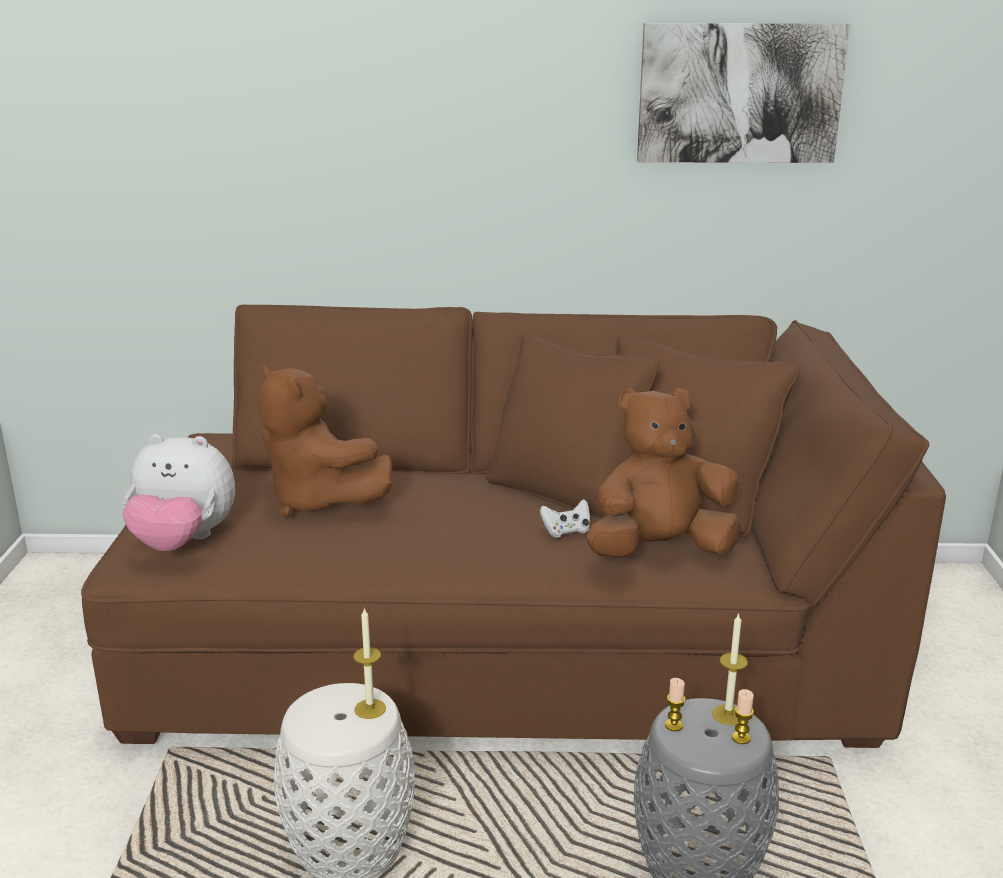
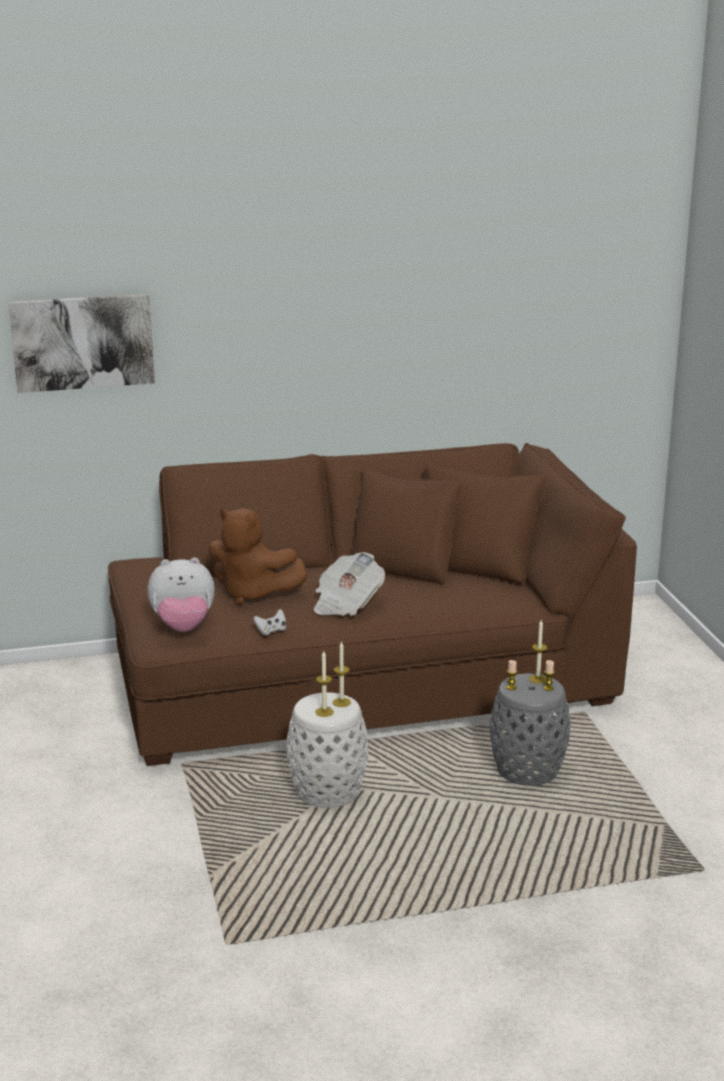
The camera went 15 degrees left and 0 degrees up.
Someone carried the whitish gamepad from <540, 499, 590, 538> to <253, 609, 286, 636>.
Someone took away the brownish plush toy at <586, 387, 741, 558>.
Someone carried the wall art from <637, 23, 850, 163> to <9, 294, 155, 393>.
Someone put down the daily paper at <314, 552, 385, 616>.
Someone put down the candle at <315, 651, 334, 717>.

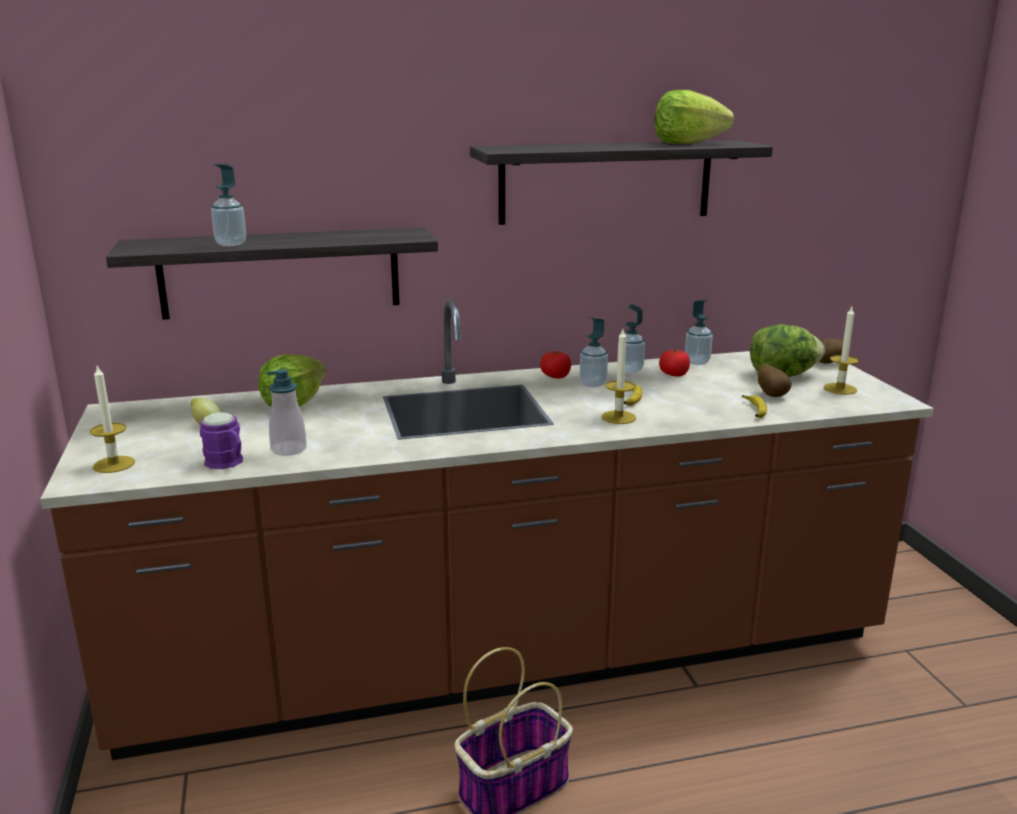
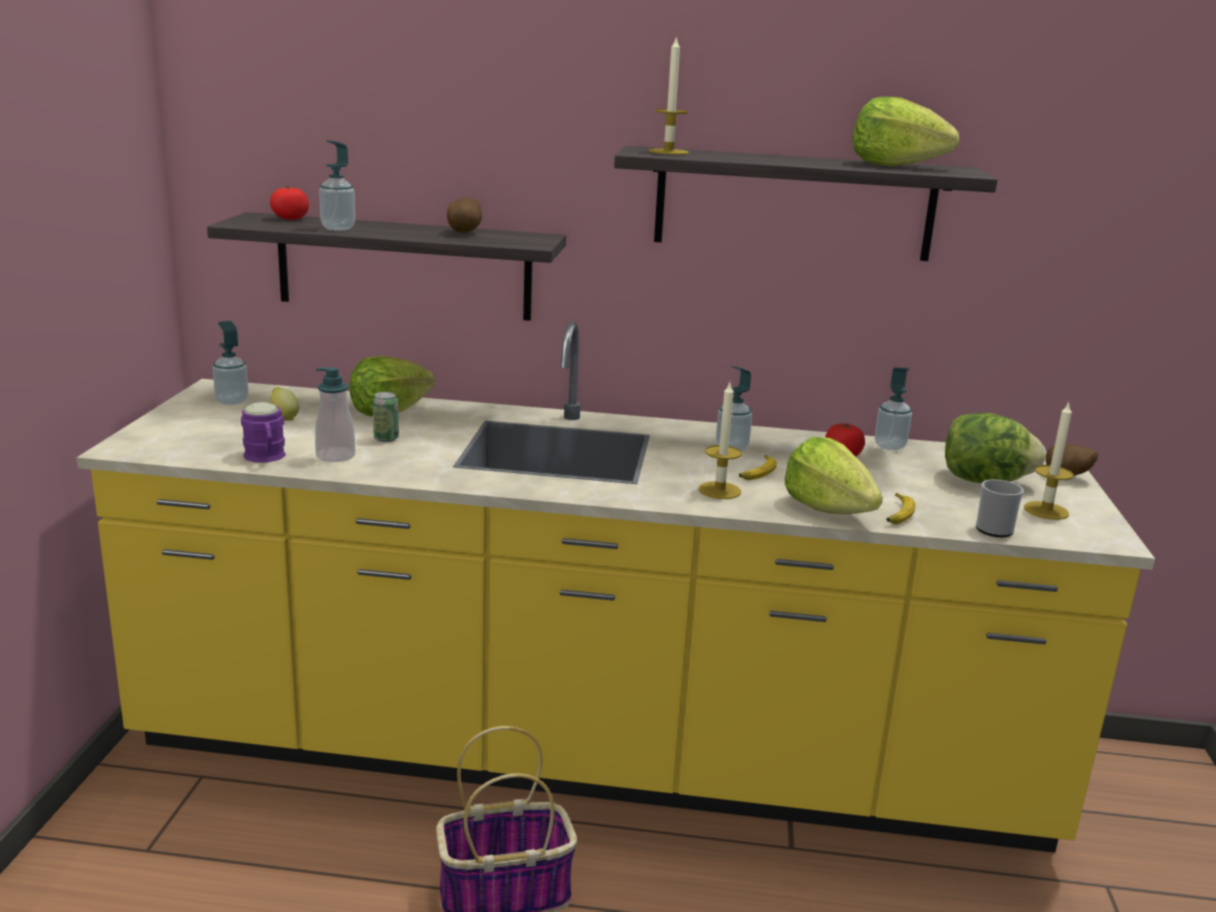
The camera went 20 degrees right and 0 degrees up.
Someone repainted the brownish kitchen base unit at <40, 300, 934, 760>, which became the yellow kitchen base unit at <76, 322, 1155, 853>.
Someone carried the candle from <90, 365, 135, 473> to <649, 35, 689, 155>.
Someone carried the tomato from <540, 351, 571, 378> to <270, 186, 309, 220>.
Someone carried the soap bottle from <617, 304, 645, 373> to <213, 321, 249, 405>.
Someone carried the potato from <757, 365, 791, 397> to <447, 198, 482, 233>.
Someone put down the metal can at <373, 392, 399, 442>.
Someone put down the lettuce head at <785, 437, 883, 514>.
Someone put down the coffee mug at <976, 479, 1024, 537>.

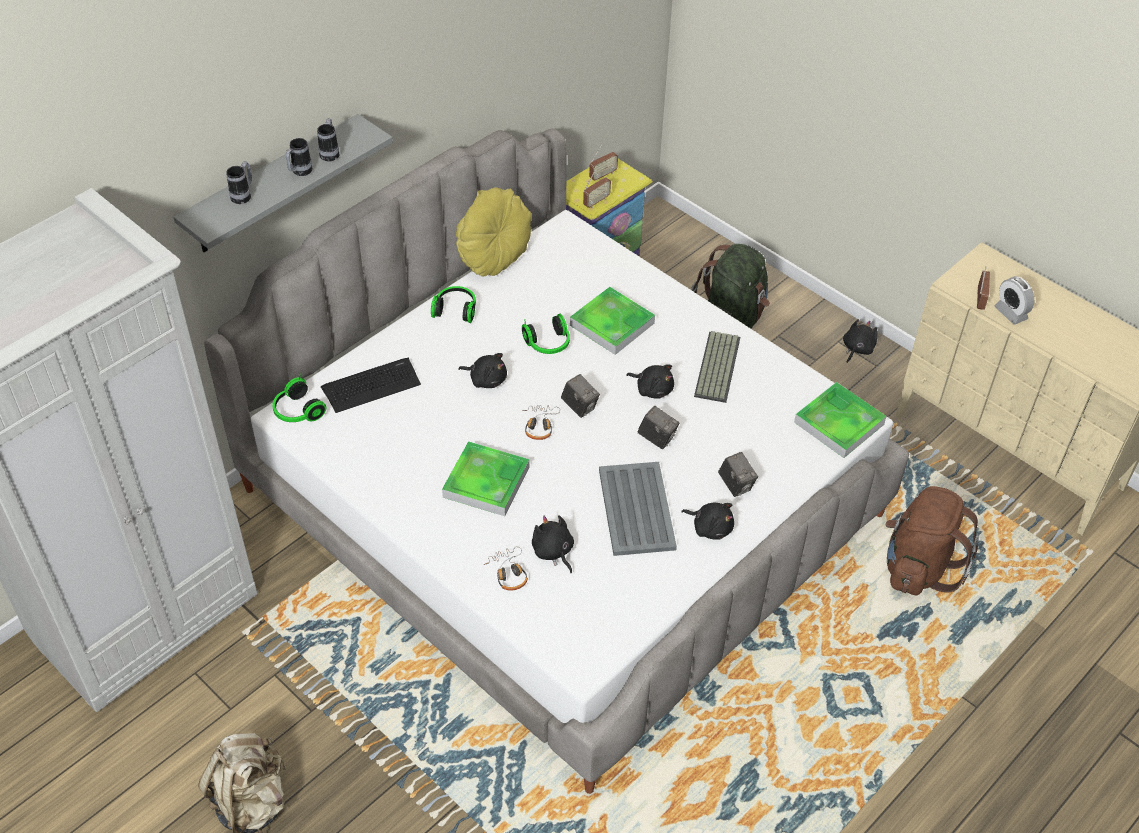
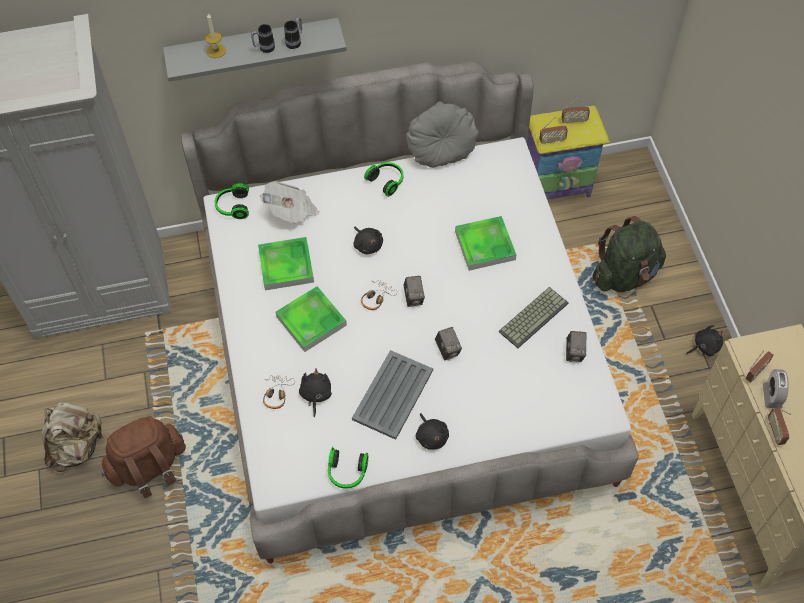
The camera went 35 degrees right and 10 degrees up.
Someone swapped the coffee mug at <226, 161, 252, 204> for the candle at <205, 13, 226, 58>.
Someone swapped the PC keyboard at <321, 358, 421, 413> for the daily paper at <260, 181, 319, 224>.
Someone repainted the yellow pillow at <456, 187, 531, 276>, which became the greyish pillow at <406, 101, 479, 168>.
Someone carried the headset from <522, 314, 570, 354> to <328, 447, 368, 489>.
Someone took away the black-coloured plush toy at <626, 364, 674, 399>.
Someone carried the still camera from <718, 452, 758, 497> to <566, 331, 587, 362>.
Someone carried the carrying tray from <794, 382, 886, 458> to <258, 237, 314, 290>.
Someone carried the brownish rucksack from <886, 486, 979, 595> to <102, 416, 186, 498>.
Someone put down the radio at <768, 408, 791, 445>.

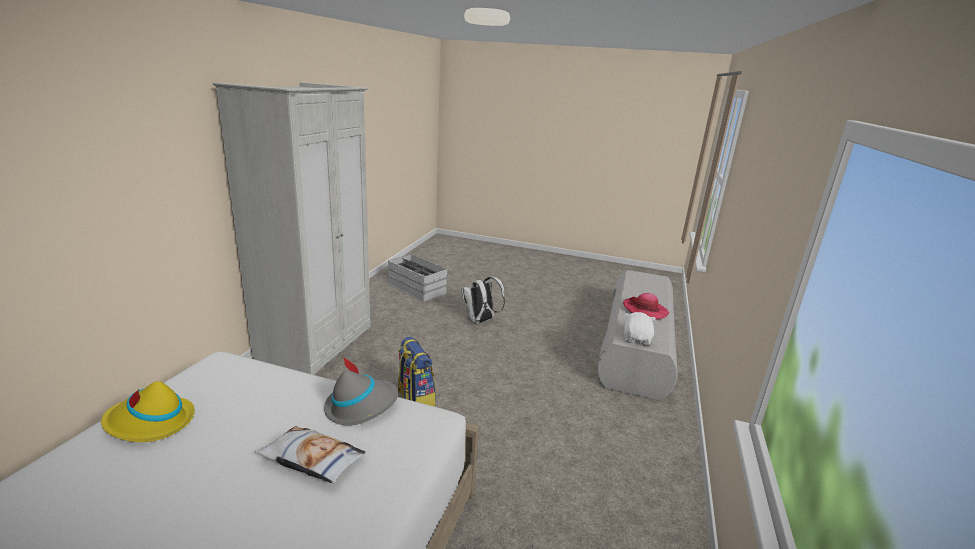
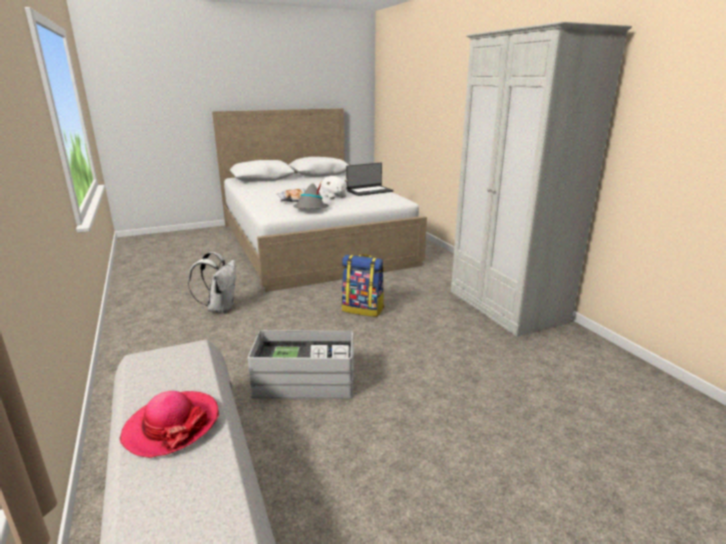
The camera went 140 degrees right and 0 degrees up.
Someone swapped the yellow wearable hat at <101, 381, 195, 442> for the portable computer at <346, 163, 394, 196>.
Someone carried the greyish storage bin from <388, 254, 447, 302> to <248, 330, 354, 399>.
Someone carried the whitish rucksack from <462, 276, 505, 324> to <188, 252, 236, 313>.
Someone carried the whitish plush toy from <624, 312, 656, 346> to <322, 176, 348, 199>.

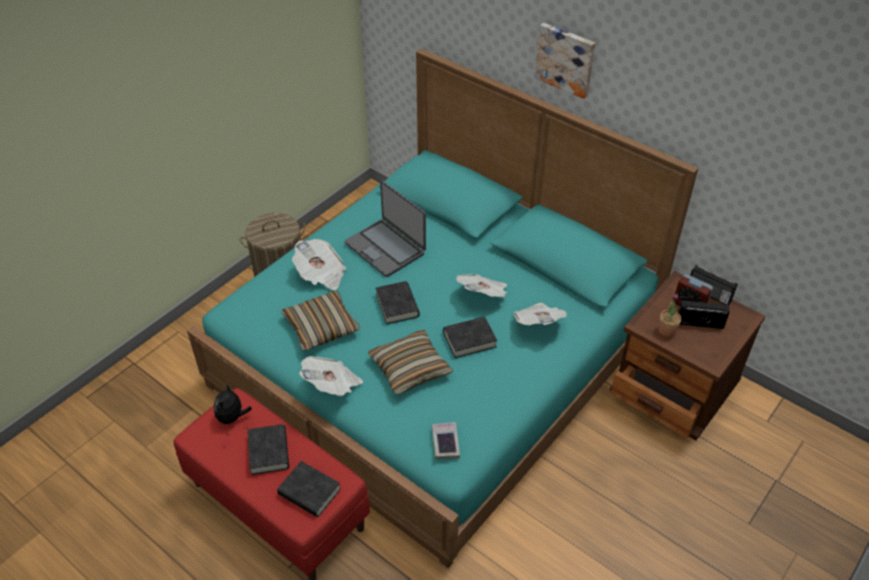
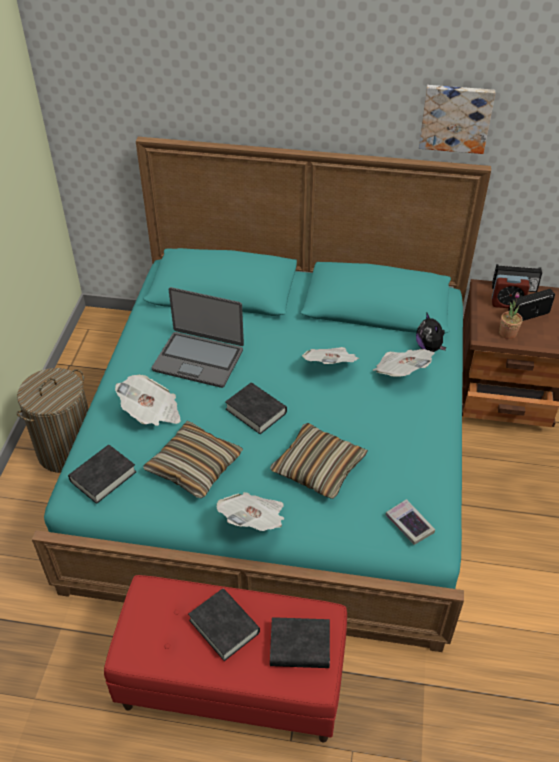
The camera went 30 degrees left and 0 degrees up.
Someone carried the plush toy from <214, 385, 252, 427> to <416, 313, 446, 352>.
Someone carried the black-coloured bound book from <443, 317, 497, 358> to <68, 445, 136, 504>.
Someone carried the wall art from <535, 23, 595, 99> to <419, 85, 495, 154>.

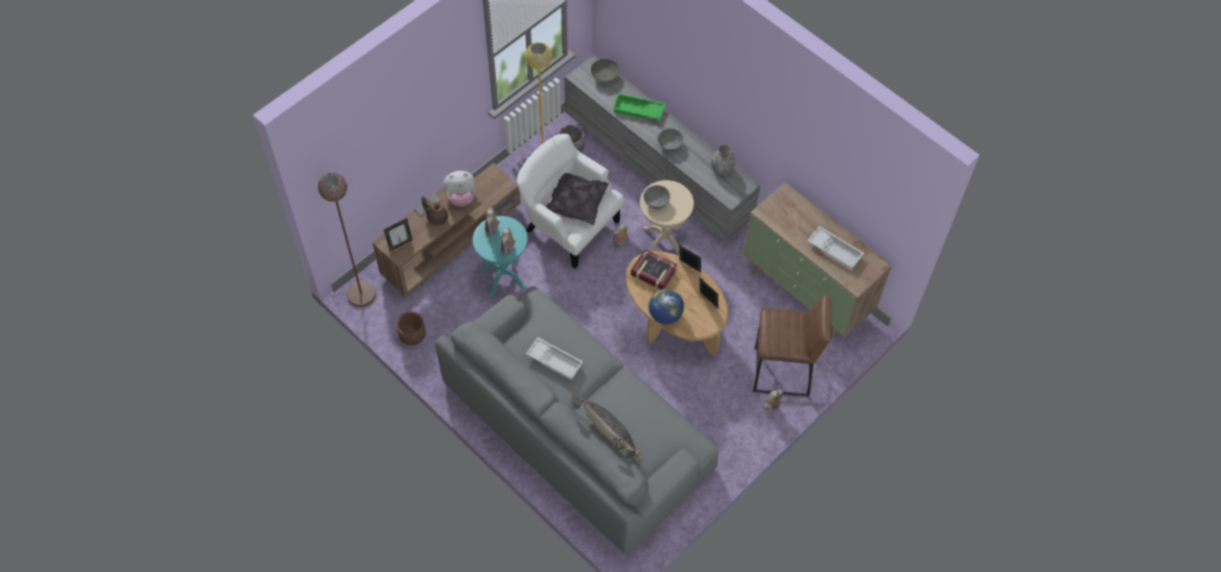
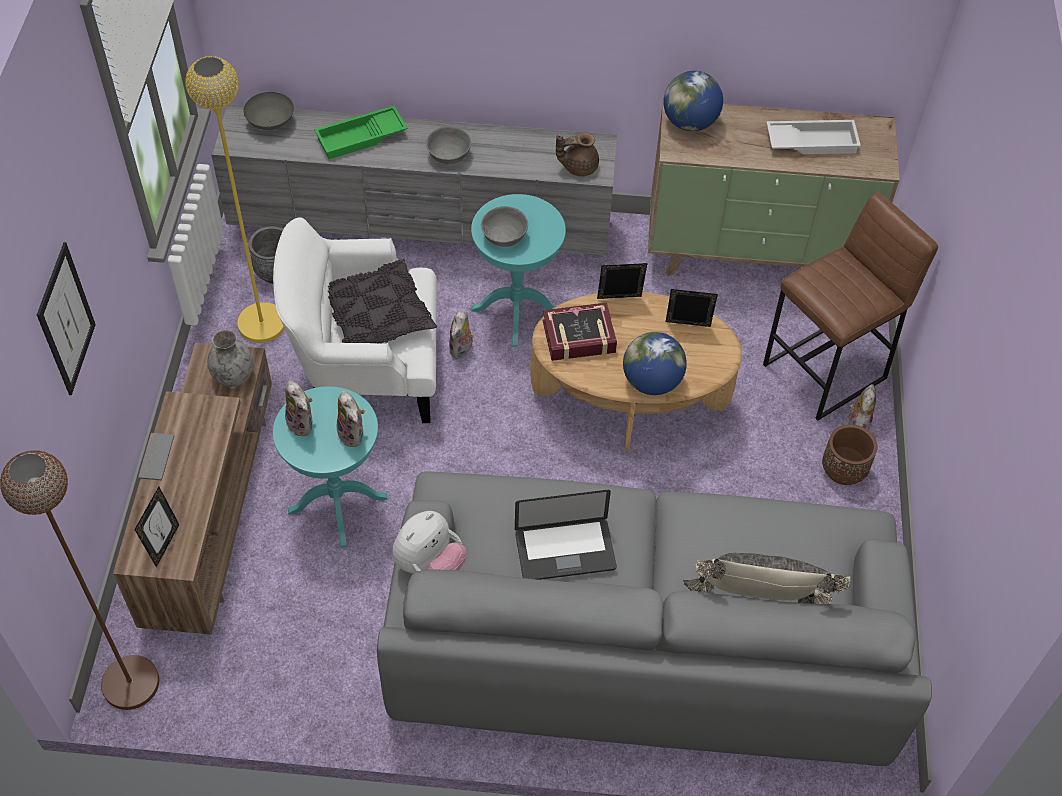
The camera went 40 degrees left and 5 degrees down.
Someone carried the brownish flower pot from <397, 312, 426, 345> to <822, 424, 877, 485>.
Someone carried the brownish pot for tea from <421, 196, 448, 226> to <556, 132, 599, 176>.
Someone carried the plush toy from <443, 171, 475, 207> to <392, 511, 467, 574>.
Someone swapped the whitish carrying tray at <526, 337, 583, 381> for the portable computer at <515, 490, 617, 580>.
Someone repainted the beige-coloured end table at <640, 180, 694, 255>, which became the blue-green end table at <471, 194, 566, 347>.
Someone carried the greyish decorative vase from <711, 144, 735, 175> to <207, 330, 253, 387>.
Someone put up the wall art at <37, 242, 96, 395>.
Someone put down the world globe at <663, 71, 723, 131>.

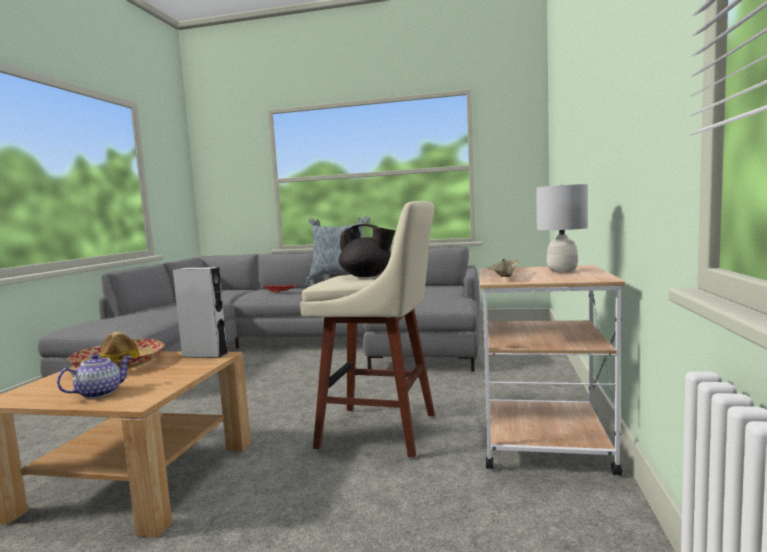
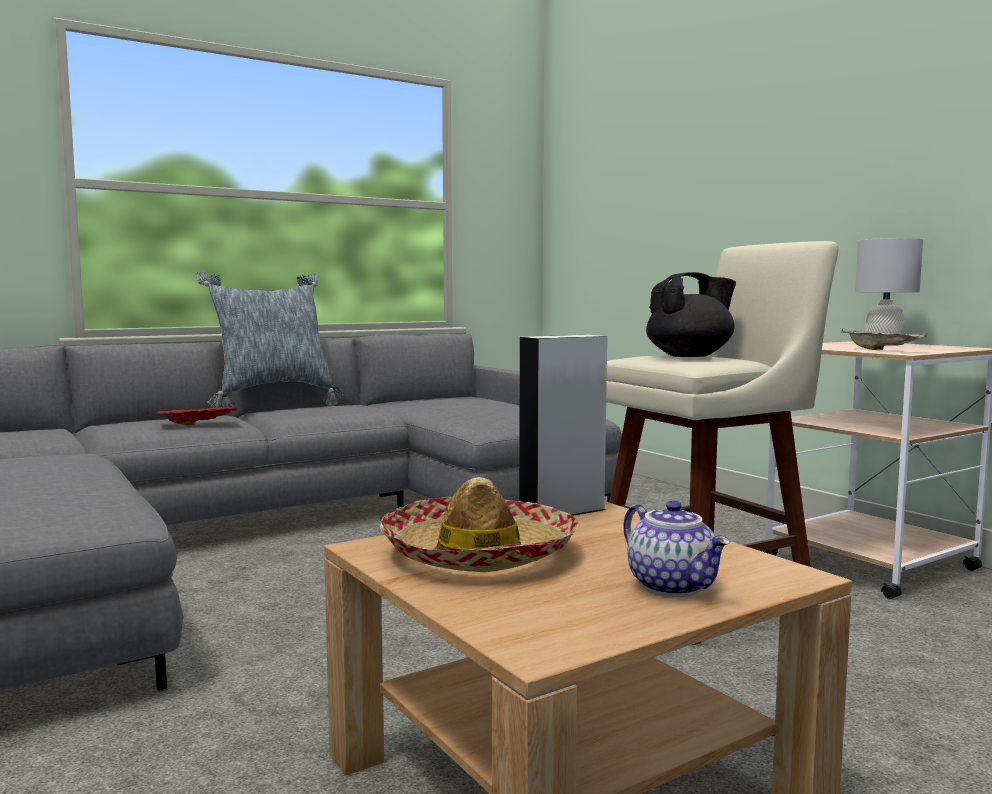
The camera went 45 degrees left and 0 degrees up.
Someone rotated the pot for tea at <57, 354, 132, 398> by 150 degrees clockwise.

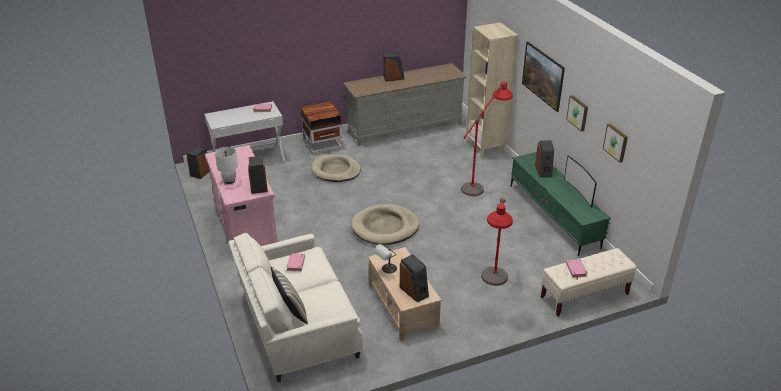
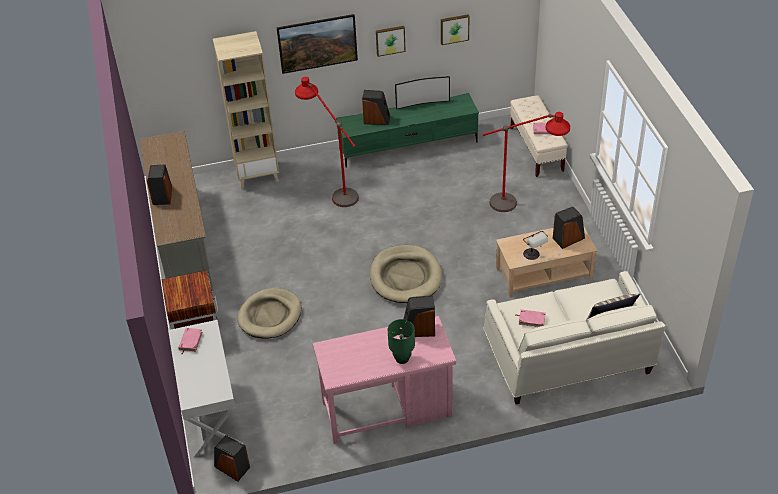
The camera went 80 degrees left and 10 degrees up.
Someone repainted the whitish tabletop lamp at <215, 147, 238, 184>, which became the green-coloured tabletop lamp at <388, 319, 415, 364>.

